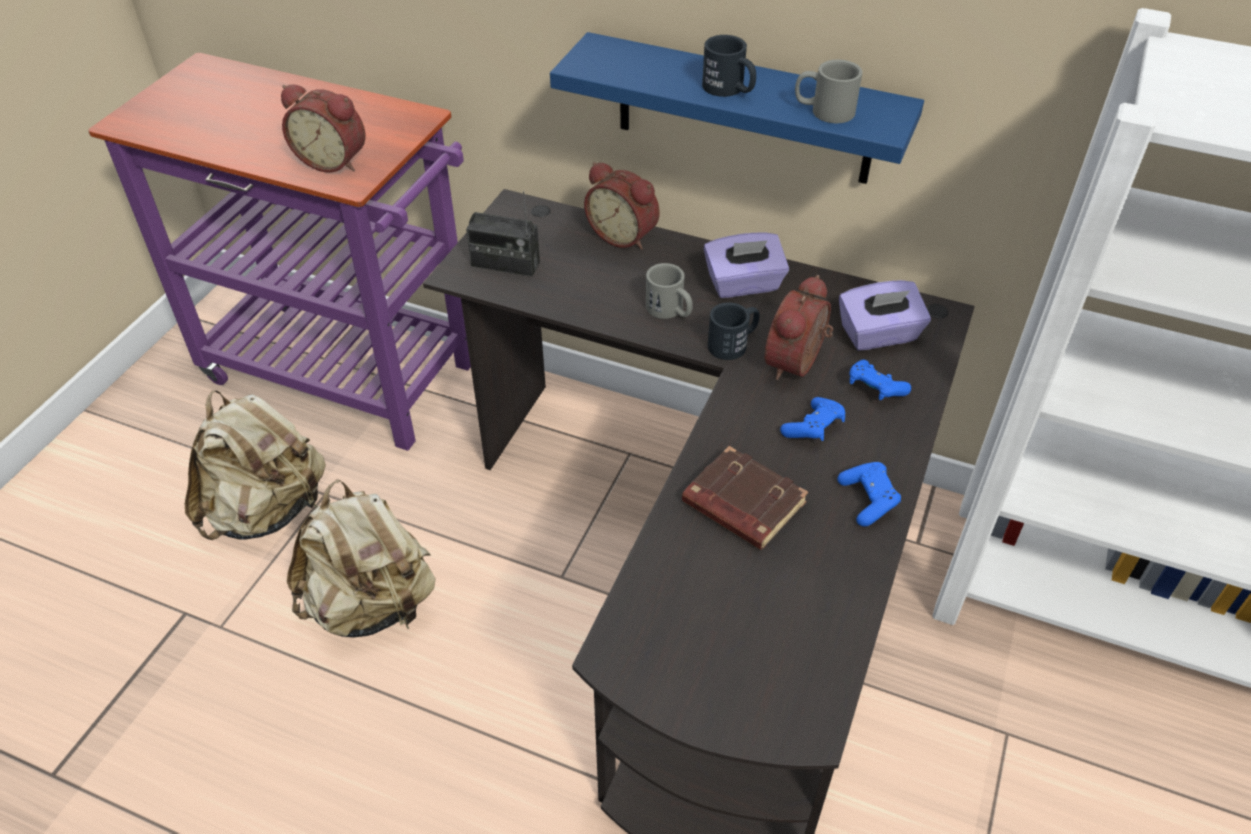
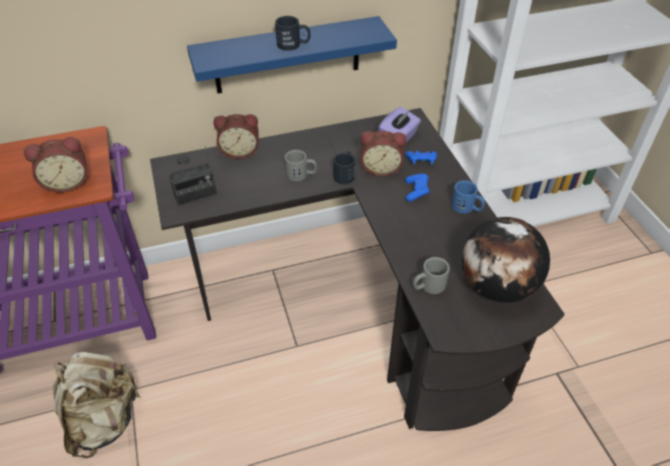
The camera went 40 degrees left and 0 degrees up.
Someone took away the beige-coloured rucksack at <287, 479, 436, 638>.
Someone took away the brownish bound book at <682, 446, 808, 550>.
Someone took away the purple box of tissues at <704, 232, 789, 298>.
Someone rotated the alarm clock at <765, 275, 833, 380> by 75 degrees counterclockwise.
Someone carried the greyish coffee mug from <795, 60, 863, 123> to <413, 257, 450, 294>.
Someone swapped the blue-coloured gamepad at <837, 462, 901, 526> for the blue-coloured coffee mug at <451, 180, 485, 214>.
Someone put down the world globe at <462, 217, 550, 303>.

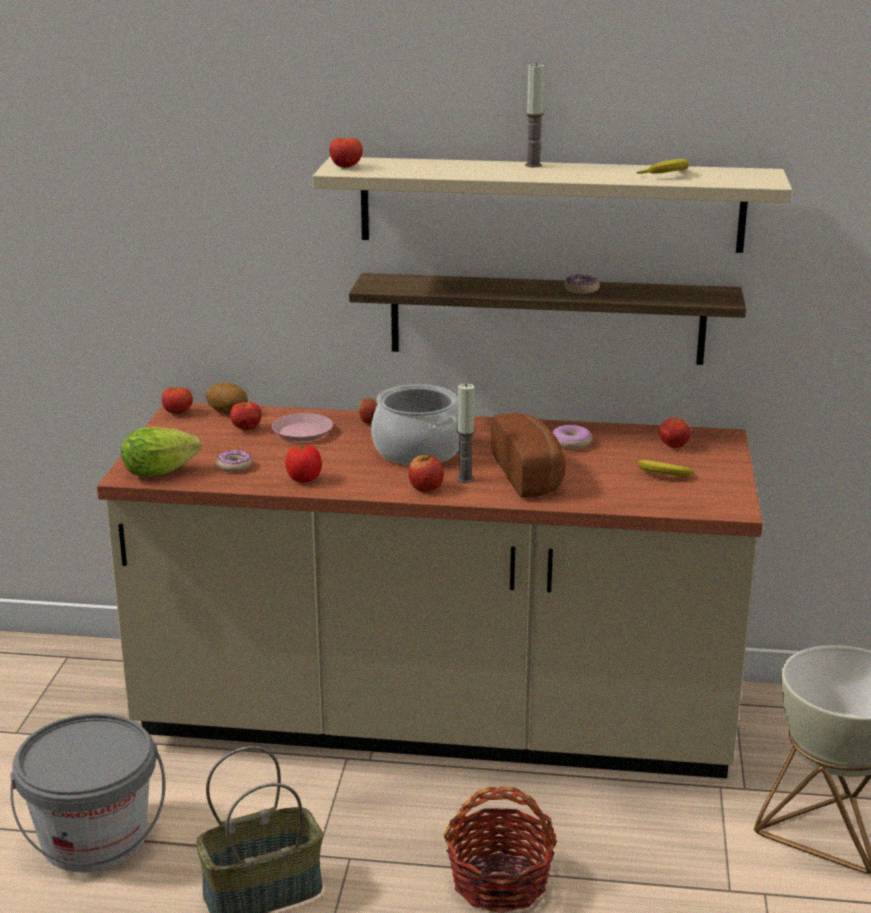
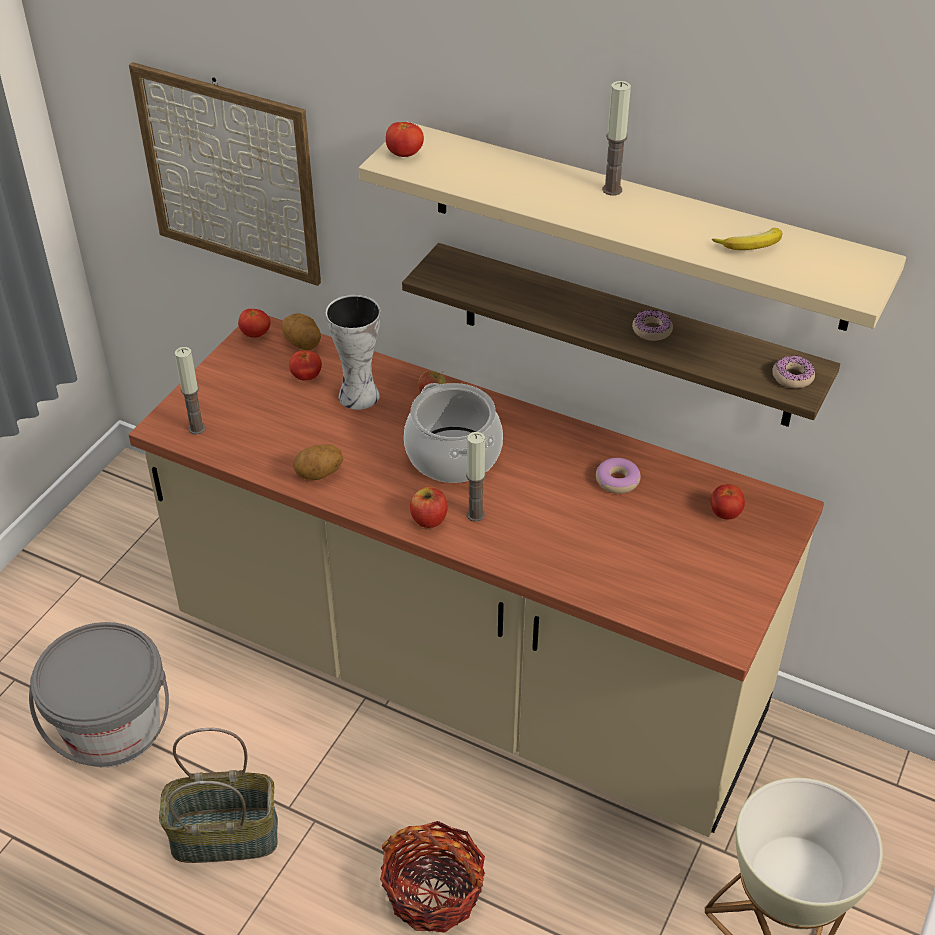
The camera went 20 degrees right and 20 degrees up.
Someone swapped the lettuce head at <121, 427, 201, 477> for the candle at <175, 347, 206, 435>.
Someone carried the ring doughnut from <216, 450, 252, 472> to <772, 356, 815, 388>.
Someone swapped the pinkish flat dish at <272, 413, 333, 441> for the decorative vase at <326, 295, 381, 410>.
Someone swapped the tomato at <285, 444, 322, 482> for the potato at <293, 445, 344, 480>.
Someone took away the baked bread at <491, 413, 566, 498>.
Someone took away the whole banana at <637, 460, 693, 477>.
Someone put up the wall art at <129, 62, 321, 286>.

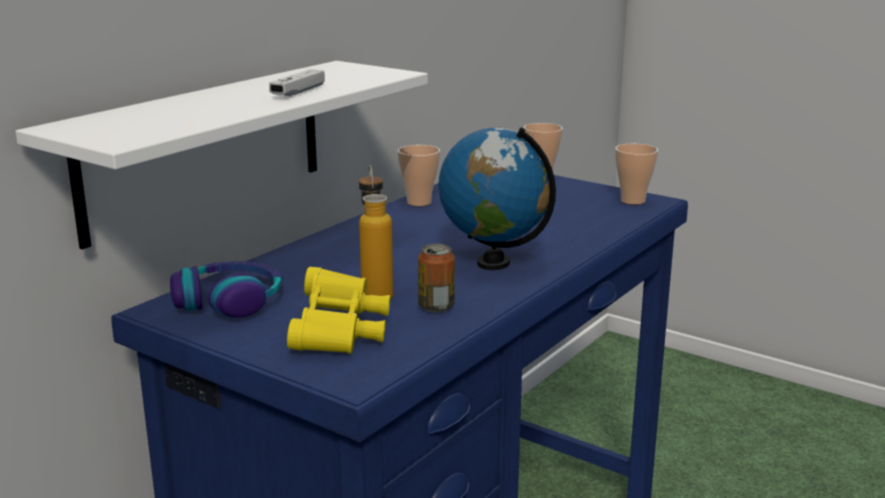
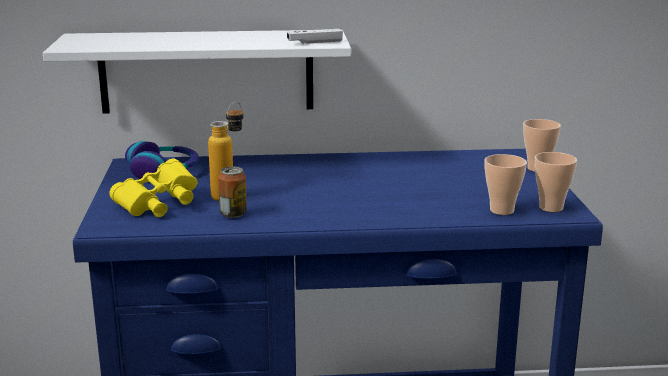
The camera went 50 degrees right and 0 degrees up.
Someone carried the whitish gamepad from <269, 69, 325, 96> to <287, 29, 343, 44>.
Someone carried the cup from <398, 145, 440, 206> to <484, 154, 527, 215>.
Someone took away the world globe at <438, 127, 556, 270>.

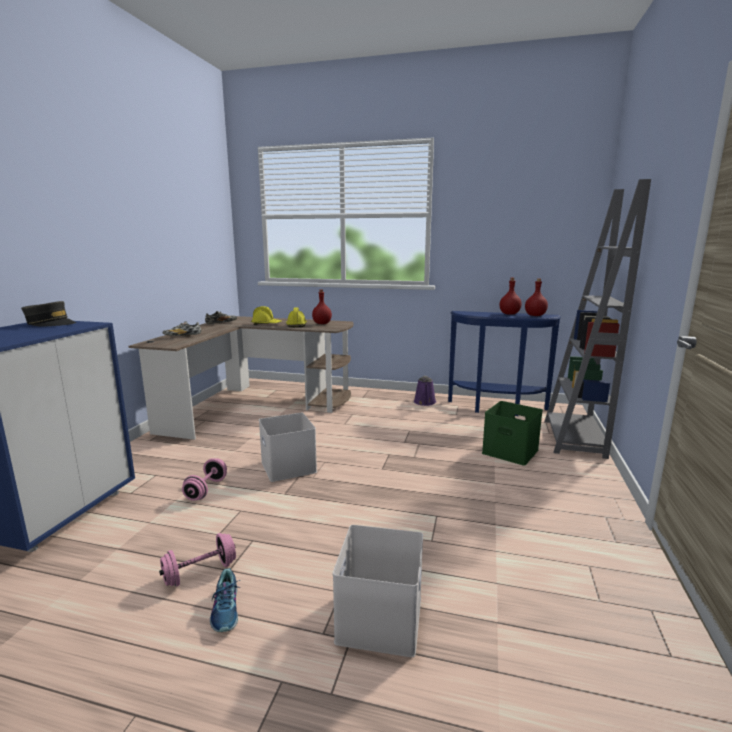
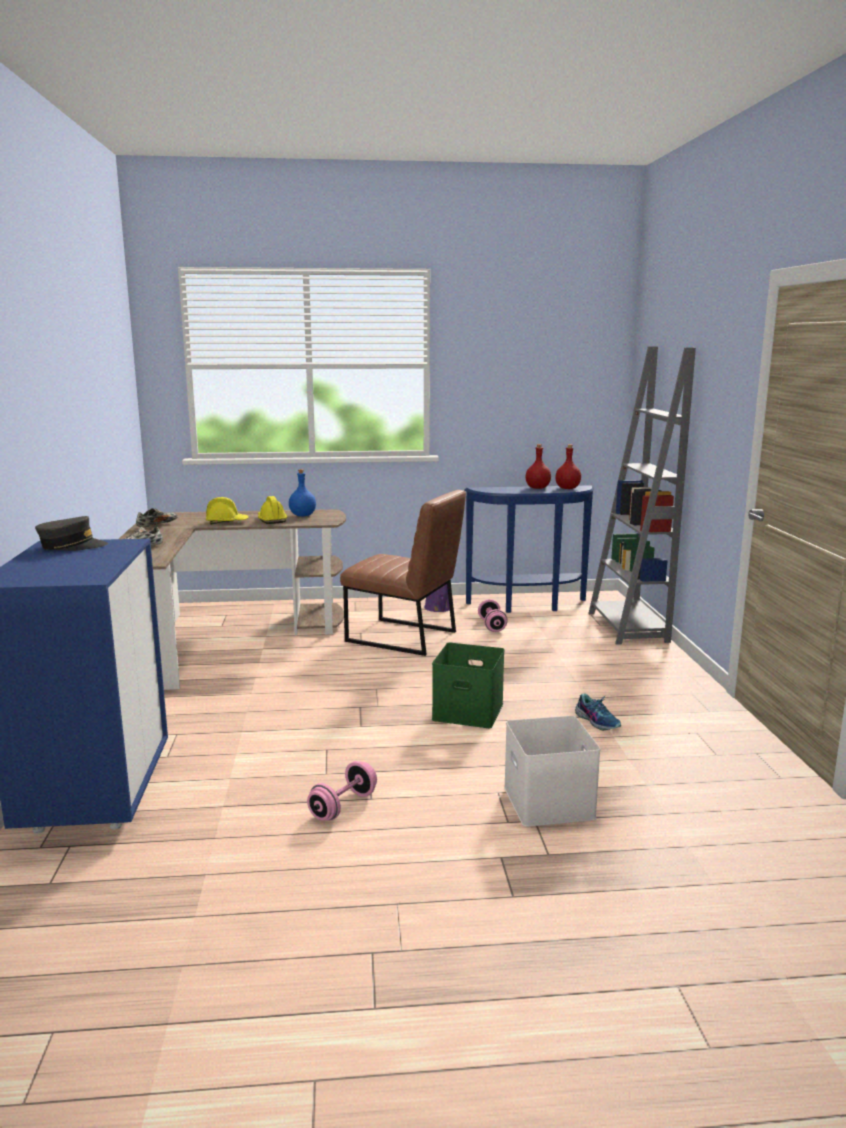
The camera went 20 degrees left and 0 degrees up.
Someone carried the pinkish free weight from <182, 458, 227, 501> to <478, 599, 508, 632>.
Someone carried the shoe from <210, 568, 240, 632> to <575, 694, 621, 730>.
Someone took away the whitish storage bin at <259, 413, 317, 482>.
Someone repainted the reddish bottle at <312, 290, 332, 324>, which became the blue-coloured bottle at <289, 469, 316, 516>.
Someone carried the green-coloured storage bin from <482, 401, 543, 466> to <432, 643, 505, 728>.
Someone put down the brownish chair at <340, 490, 466, 656>.

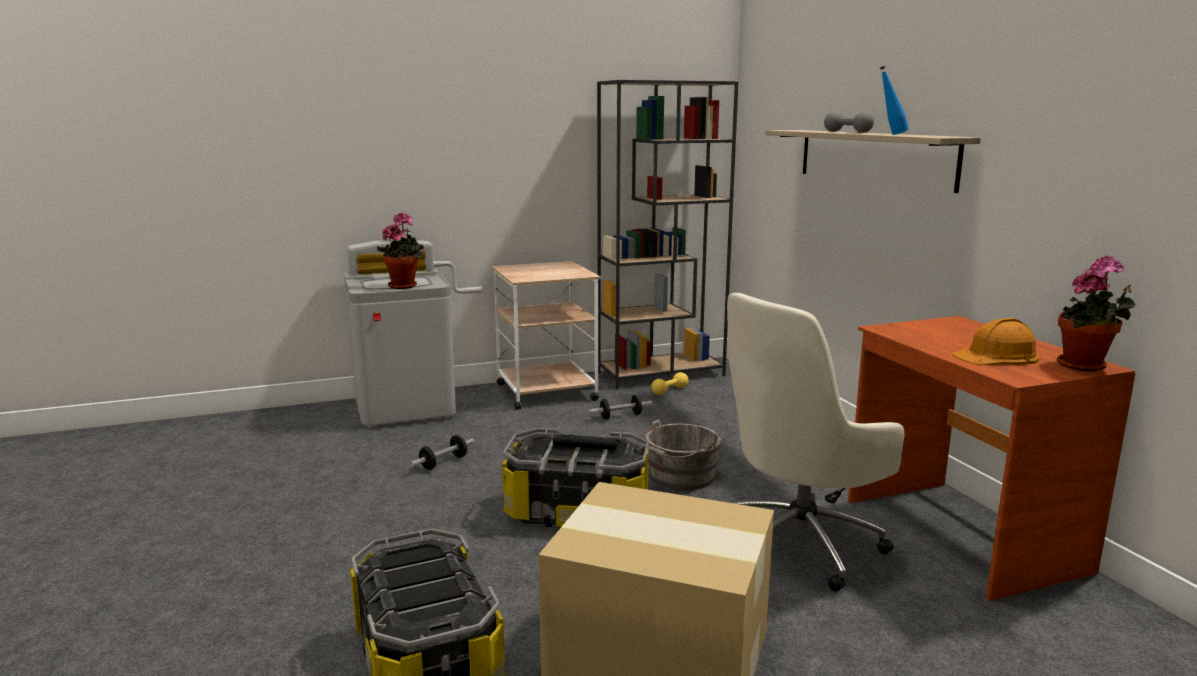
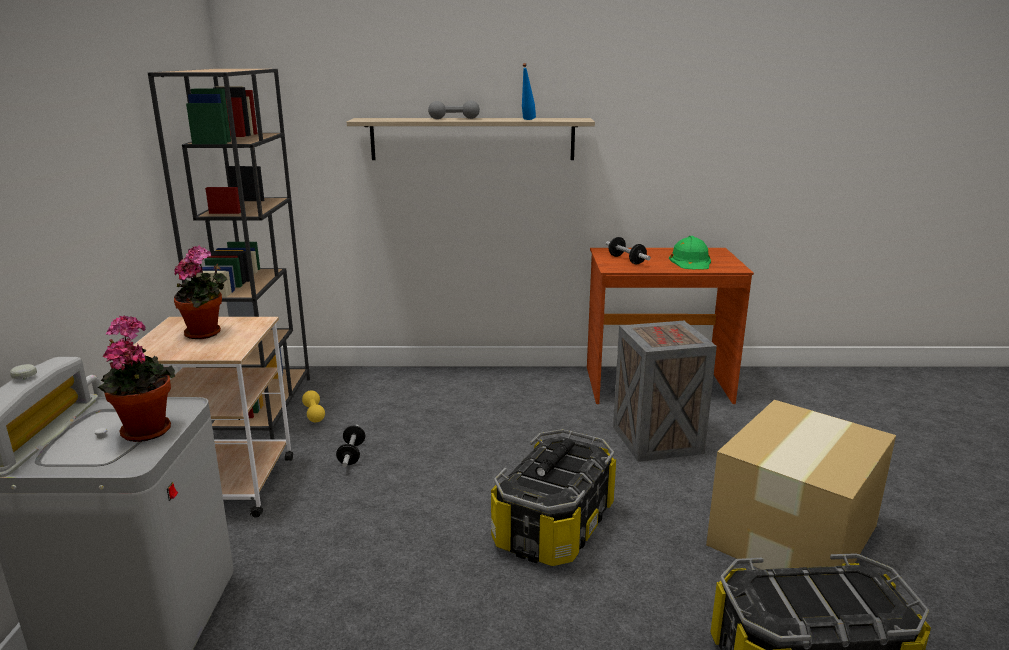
The camera went 70 degrees left and 5 degrees up.
Someone carried the free weight from <410, 435, 474, 470> to <606, 237, 651, 264>.
Someone took away the greyish pail at <636, 420, 722, 491>.
Someone swapped the beige-coloured office chair at <727, 293, 904, 591> for the packing crate at <613, 321, 717, 462>.
Someone repainted the orange hard hat at <952, 318, 1040, 365>, which became the green-coloured hard hat at <669, 236, 711, 270>.
Someone carried the plant in a pot from <1057, 256, 1135, 372> to <174, 245, 227, 339>.

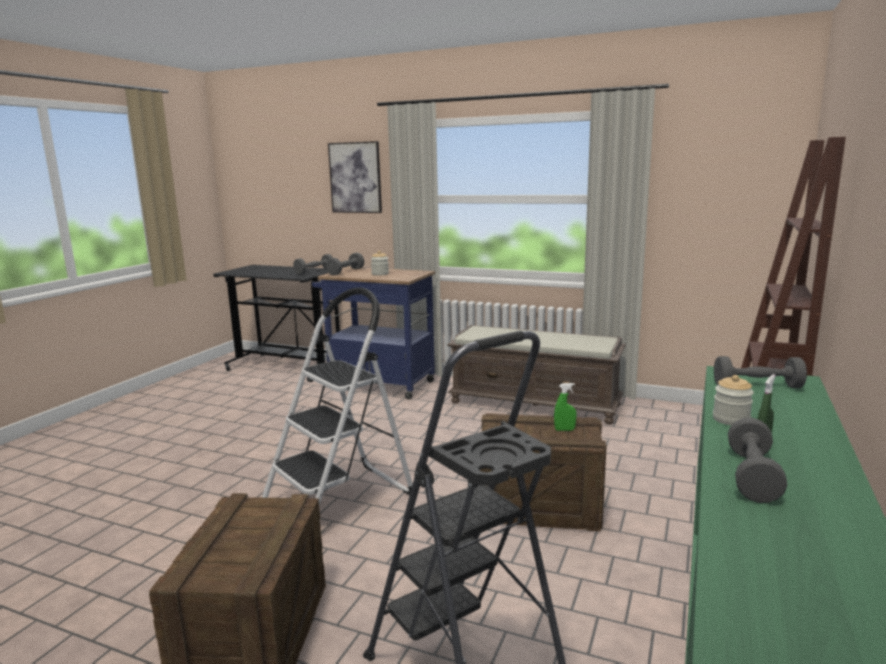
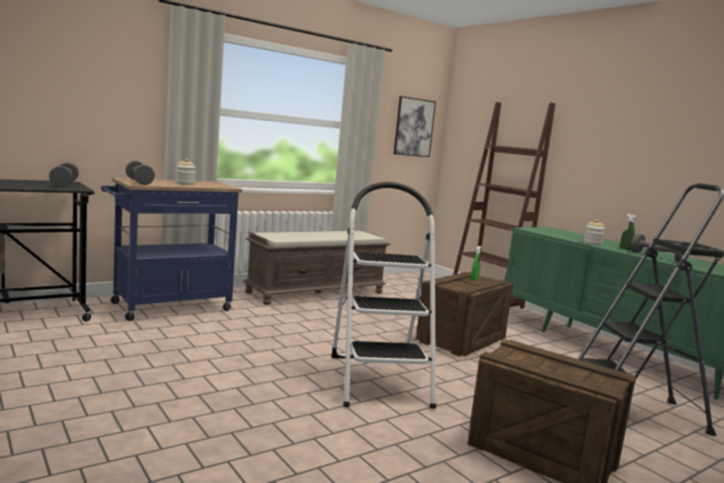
The camera went 60 degrees left and 5 degrees down.
Someone carried the wall art from <328, 141, 382, 213> to <394, 96, 436, 157>.
Someone took away the greyish free weight at <714, 356, 807, 388>.

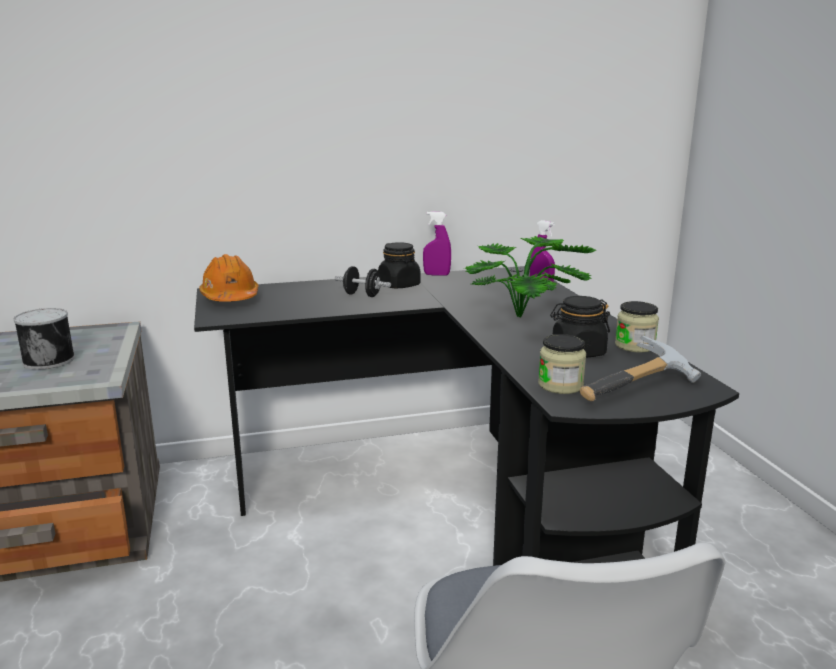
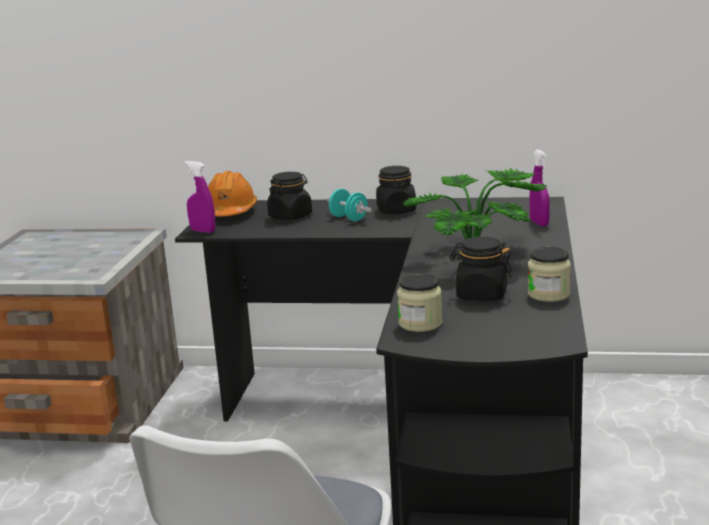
The camera went 25 degrees right and 0 degrees up.
Someone took away the metal can at <14, 308, 75, 370>.
Someone repainted the black-coloured free weight at <334, 266, 391, 297>, which became the blue-green free weight at <327, 189, 372, 221>.
Someone carried the purple spray bottle from <423, 211, 451, 276> to <185, 161, 215, 233>.
Someone took away the tool hammer at <580, 335, 701, 401>.
Someone put down the black-coloured storage jar at <267, 172, 312, 220>.

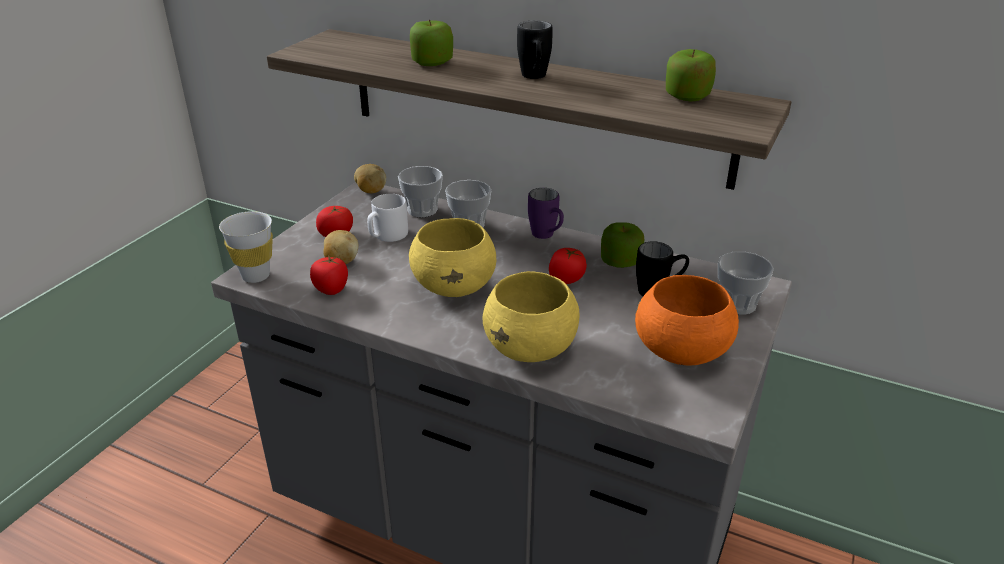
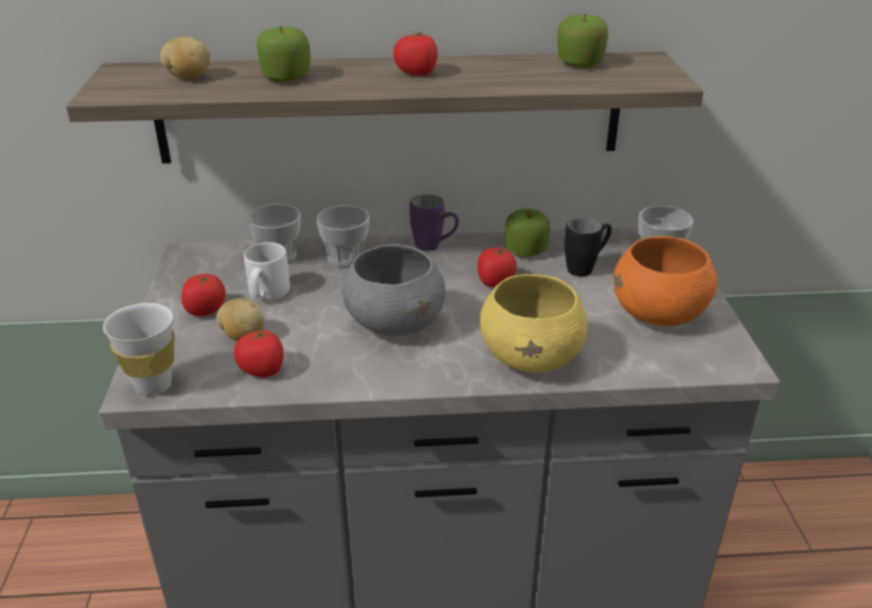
The camera went 30 degrees left and 0 degrees up.
Someone carried the potato from <354, 164, 386, 193> to <160, 37, 210, 79>.
Someone repainted the yellow bowl at <409, 218, 496, 297>, which became the greyish bowl at <342, 244, 445, 336>.
Someone swapped the black-coloured coffee mug at <517, 21, 553, 79> for the tomato at <393, 32, 438, 76>.

